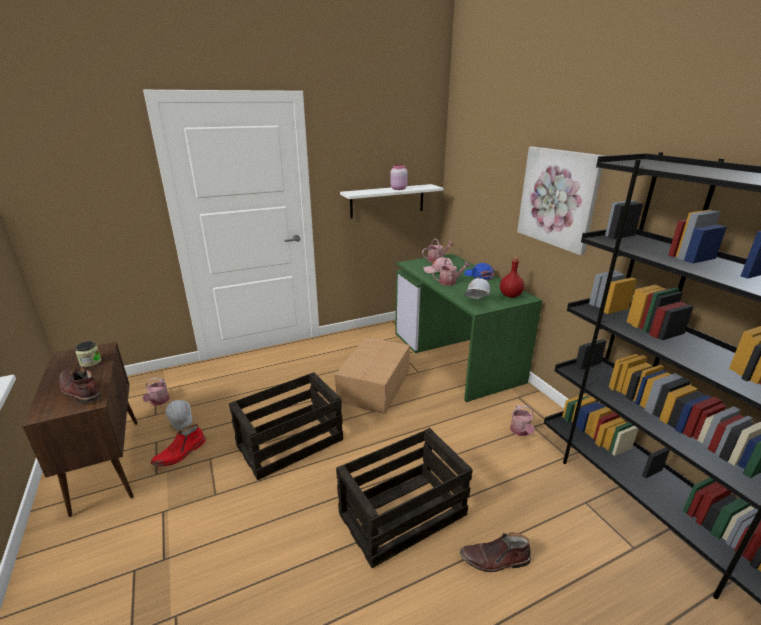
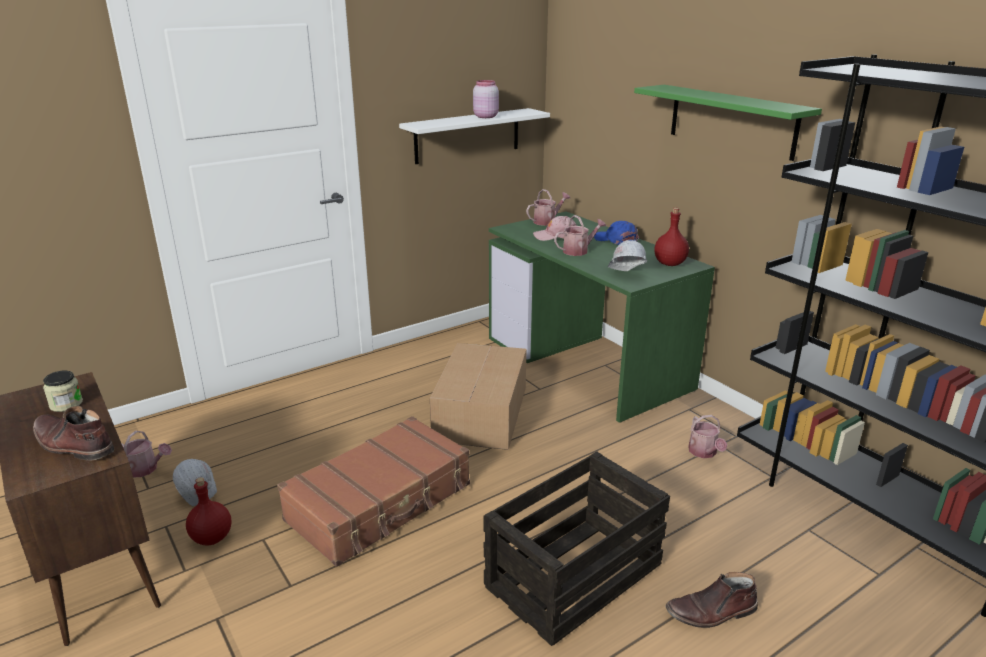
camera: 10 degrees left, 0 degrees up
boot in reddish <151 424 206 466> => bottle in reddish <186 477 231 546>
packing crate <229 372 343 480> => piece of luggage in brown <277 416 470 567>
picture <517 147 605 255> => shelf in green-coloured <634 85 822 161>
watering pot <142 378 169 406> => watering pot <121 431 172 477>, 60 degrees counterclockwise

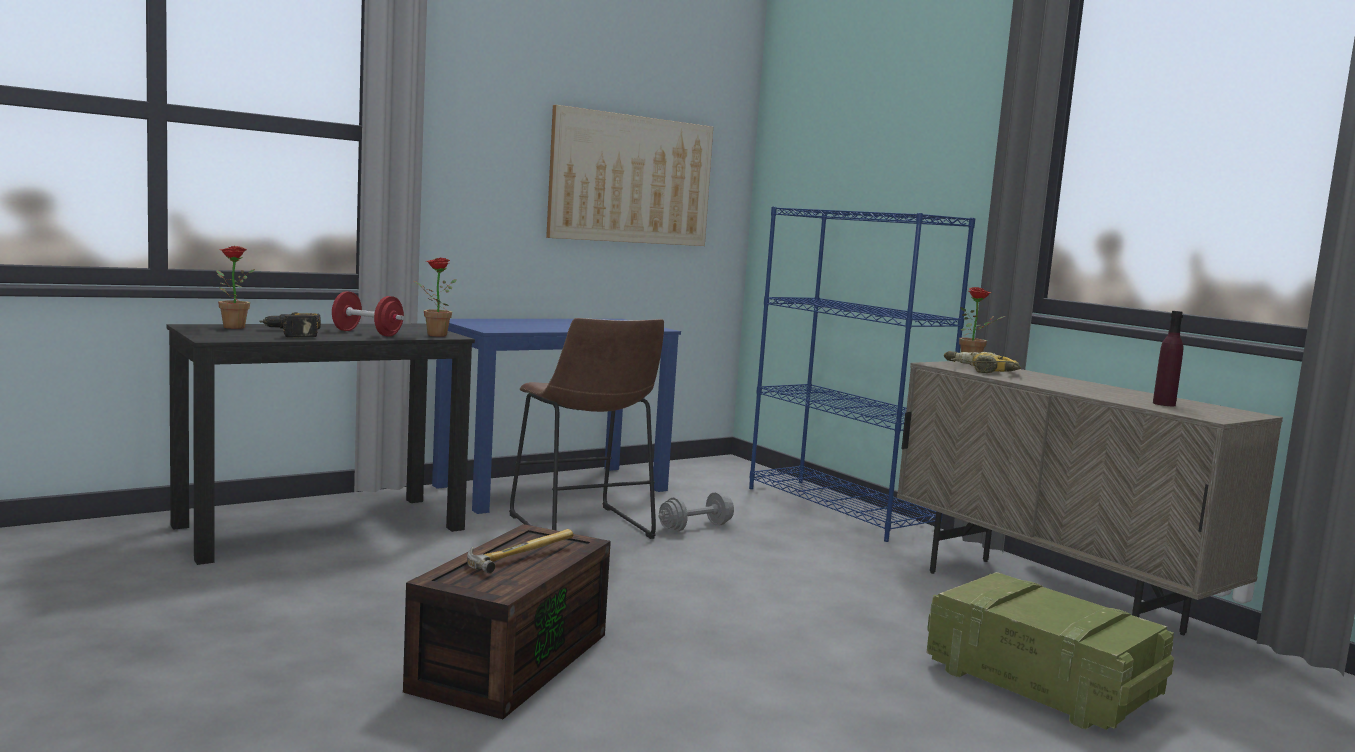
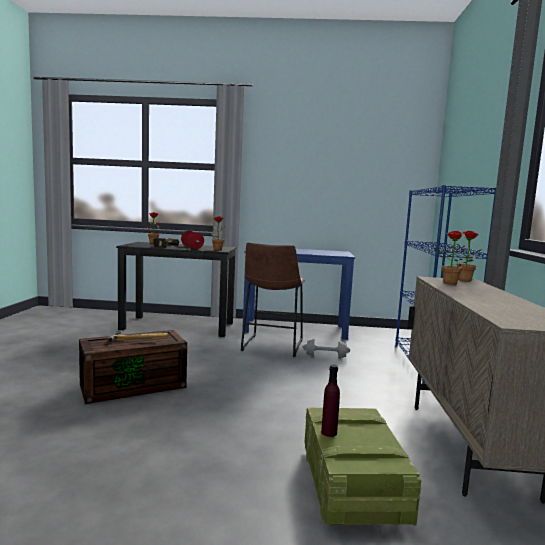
camera: 40 degrees right, 0 degrees up
picture <546 105 713 246> => nothing
bottle in purplish <1153 311 1183 406> => bottle in purplish <321 365 340 437>, move
power drill <944 351 1021 373> => potted plant <434 231 474 285>

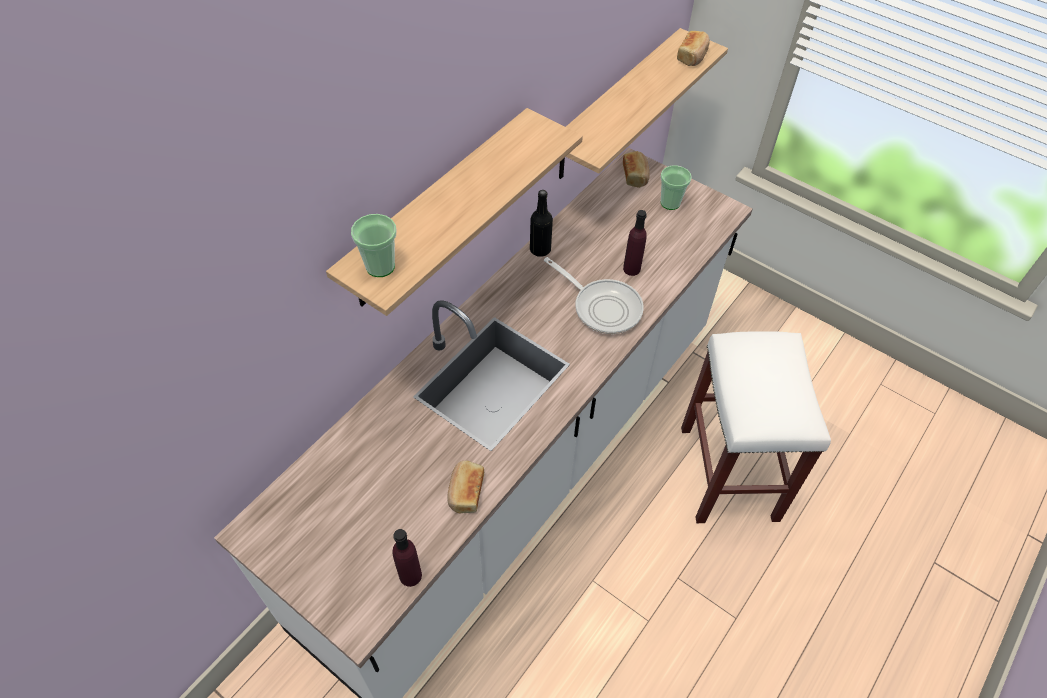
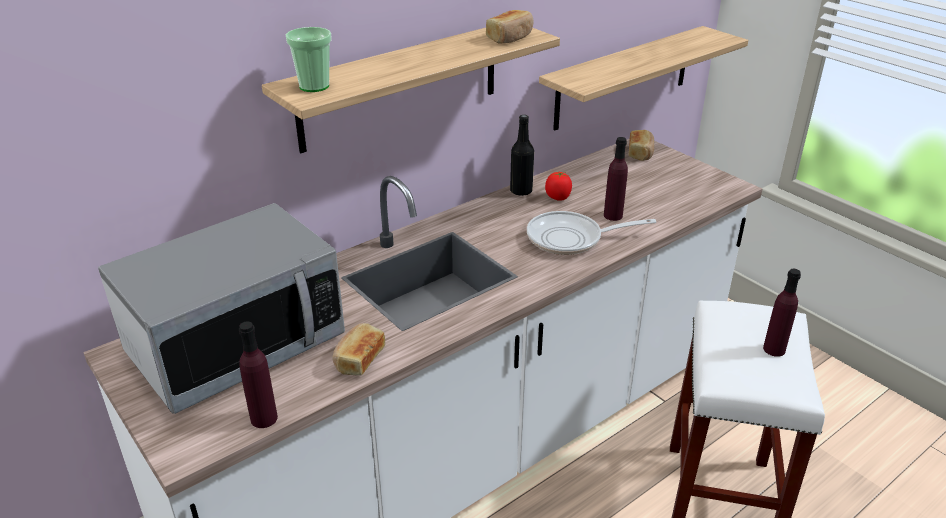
camera: 15 degrees right, 20 degrees down
cup <661 165 692 210> => nothing
nothing => microwave <98 203 345 414>
nothing => tomato <545 172 572 201>
nothing => bottle in purplish <763 269 801 357>
bakery bread <677 31 710 66> => bakery bread <486 10 533 44>, move
frying pan <544 257 644 334> => frying pan <527 211 656 255>, 120 degrees clockwise

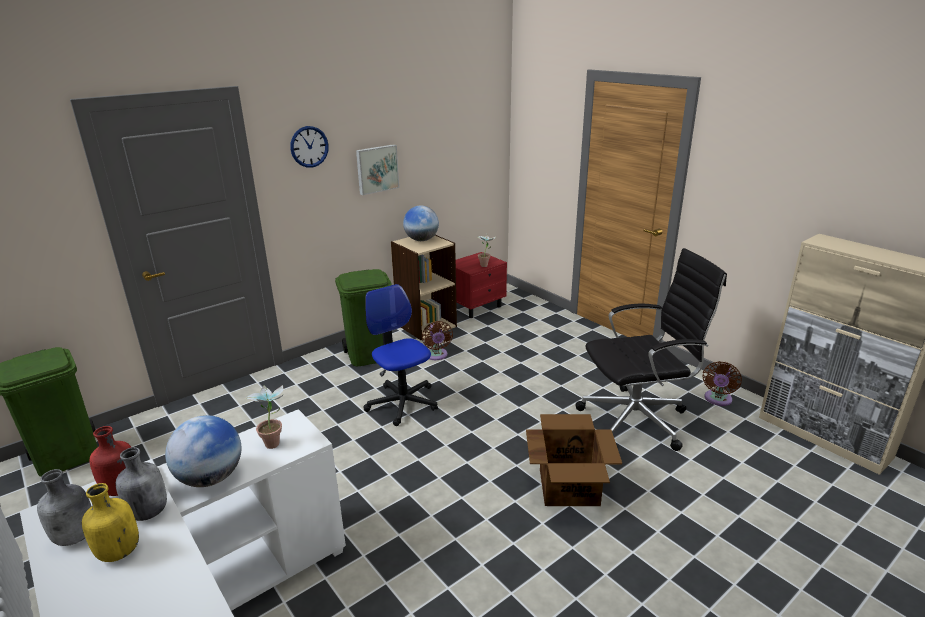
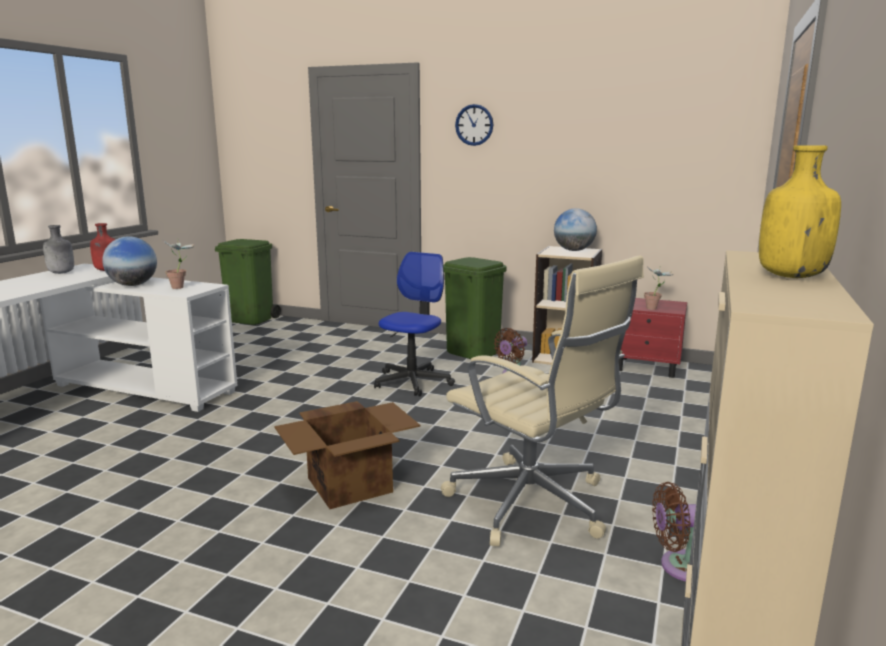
camera: 60 degrees right, 10 degrees down
bottle in grey <115 447 167 521> => nothing
picture <356 144 399 195> => nothing
bottle in yellow-coloured <82 483 139 562> => bottle in yellow-coloured <759 145 841 278>, move
office chair in black-coloured <575 248 727 451> => office chair in beige <441 255 644 547>

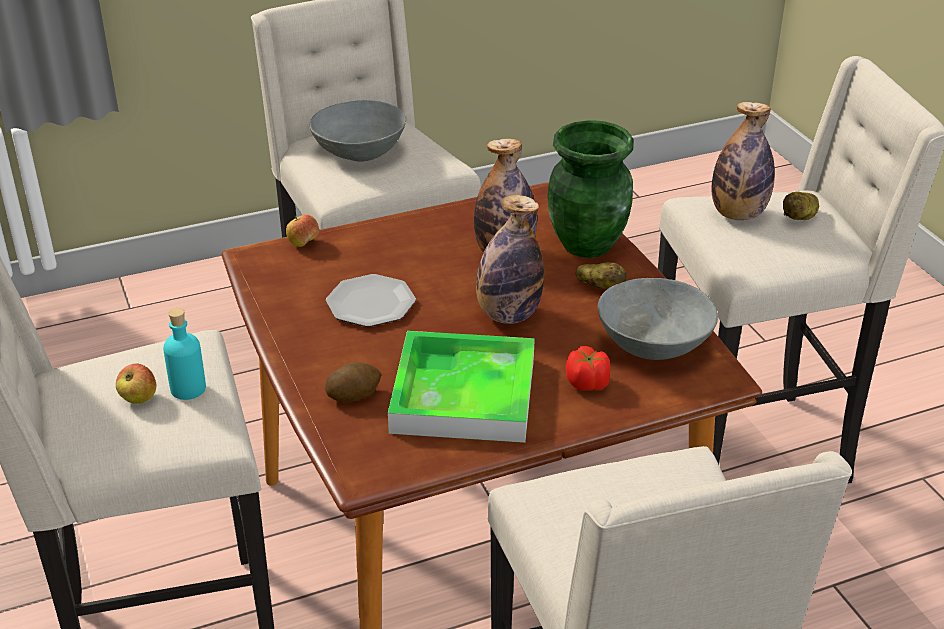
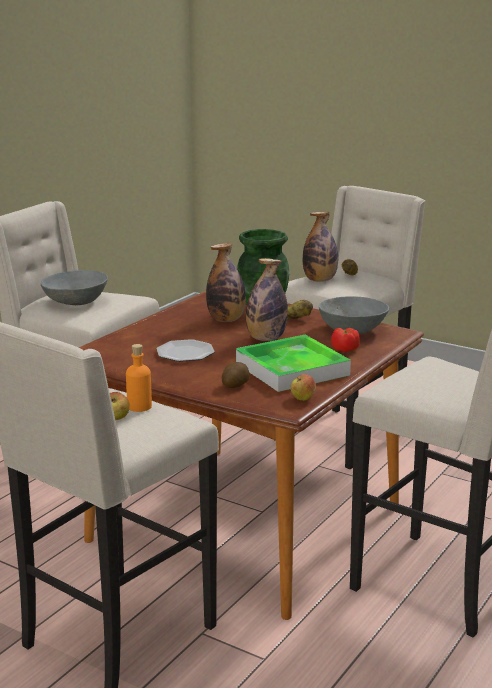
camera: 35 degrees left, 15 degrees down
whole apple <286 214 319 247> => whole apple <291 374 316 401>, move
bottle in blue-green <163 308 206 400> => bottle in orange <126 344 152 412>

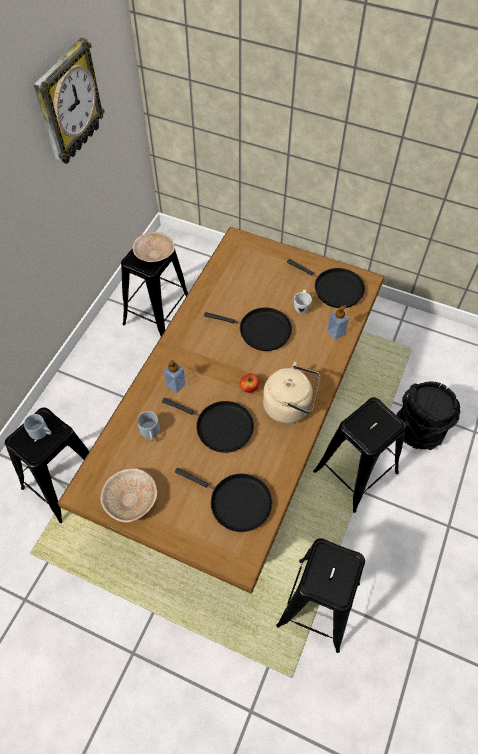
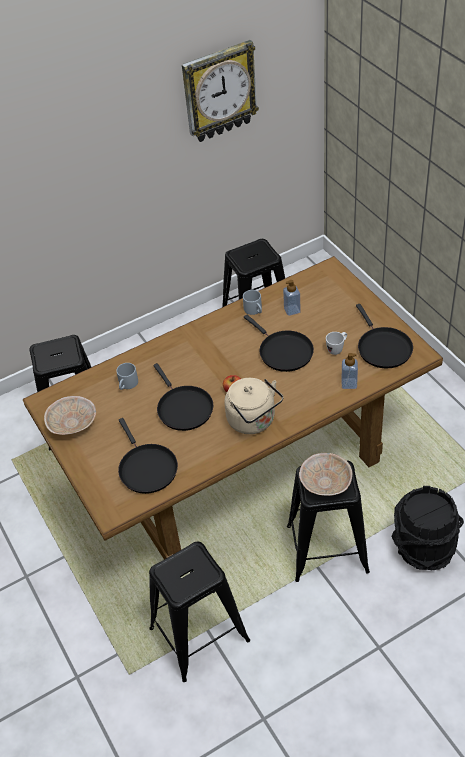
camera: 40 degrees right, 10 degrees down
tea mug in grey <24 414 51 440> => tea mug in grey <243 290 262 315>, move
deep dish in beige <132 232 175 262> => deep dish in beige <299 453 352 496>, move
soap bottle <164 360 186 393> => soap bottle <283 280 301 316>, move

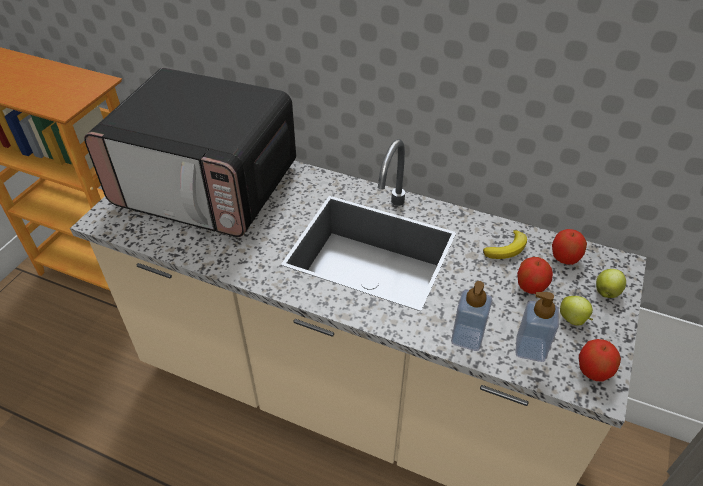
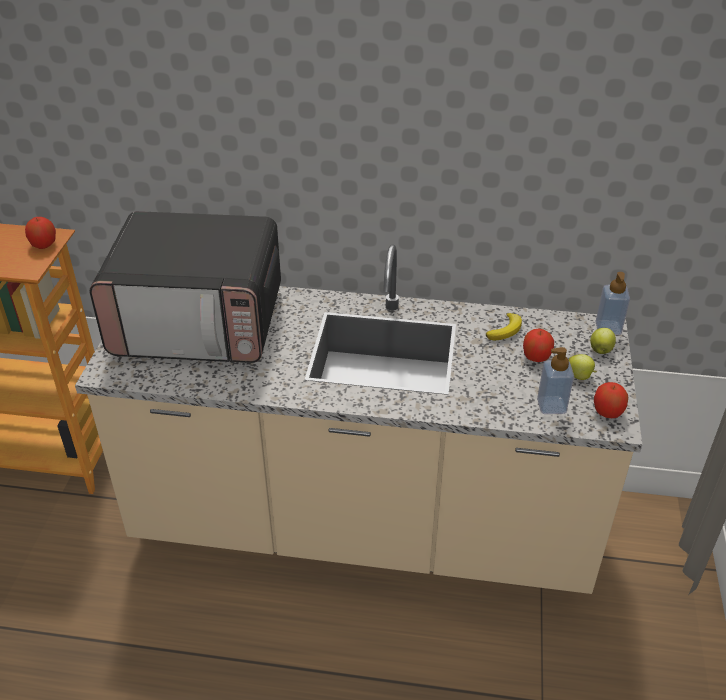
camera: 15 degrees left, 5 degrees down
soap bottle <451 281 492 351> => soap bottle <596 272 630 335>, move
whole apple <552 229 587 265> => whole apple <25 217 56 249>, move

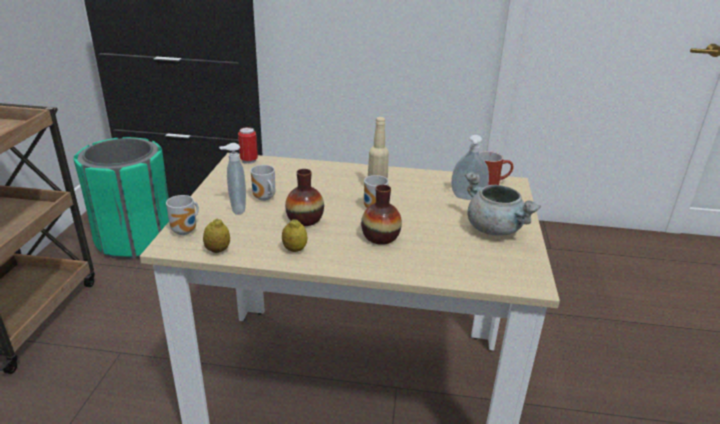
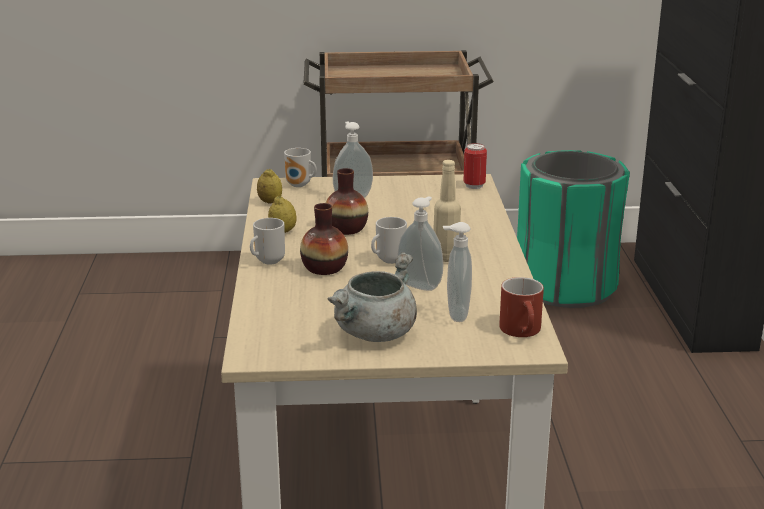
camera: 80 degrees right, 5 degrees down
nothing => soap bottle <397 196 443 291>
tea mug <251 165 275 201> => tea mug <250 218 285 265>, move

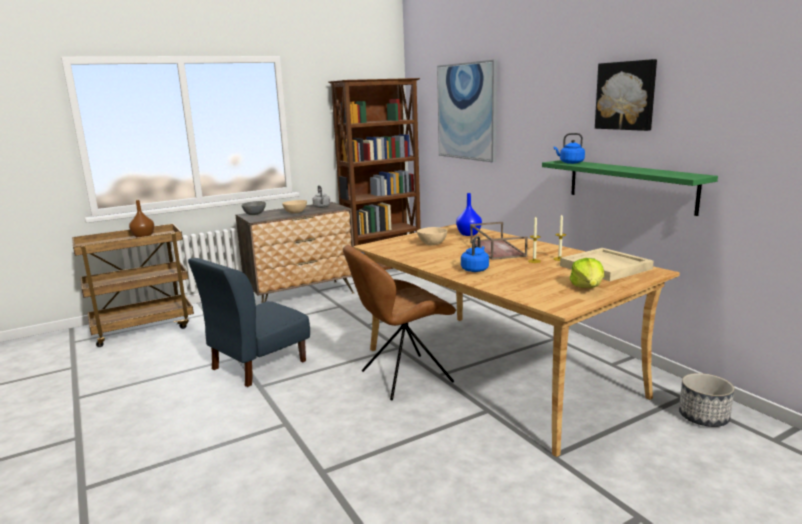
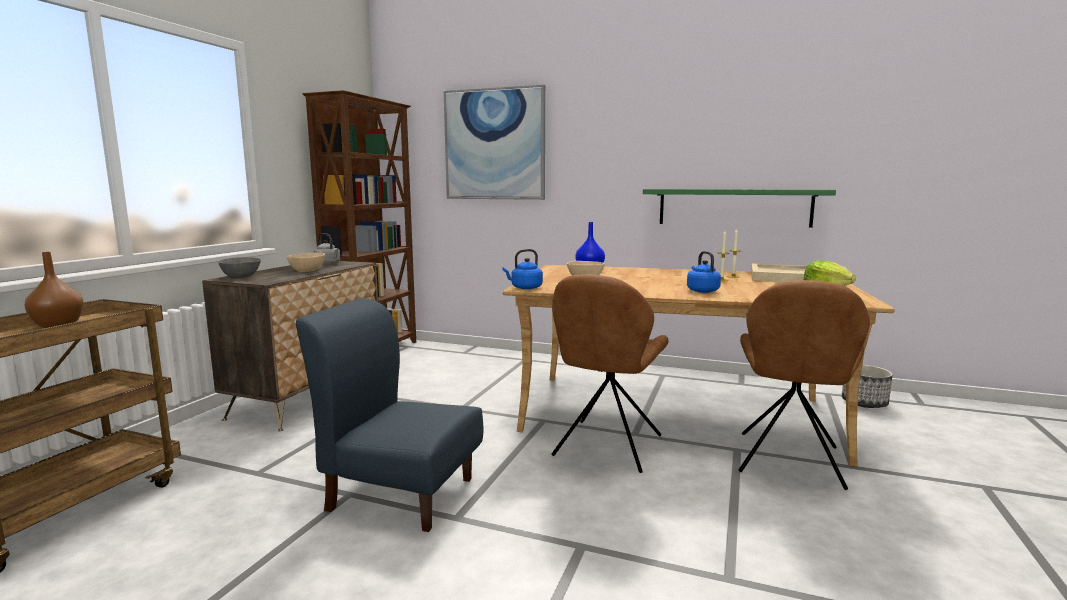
camera: 40 degrees left, 5 degrees down
serving tray in brown <470 222 528 260> => nothing
picture <595 59 657 131> => nothing
nothing => upright chair in brown <738 280 870 490>
water kettle in bluish <554 133 585 164> => water kettle in bluish <502 249 543 289>, move
upright chair in bluish <188 258 310 387> => upright chair in bluish <296 298 483 532>, 105 degrees clockwise

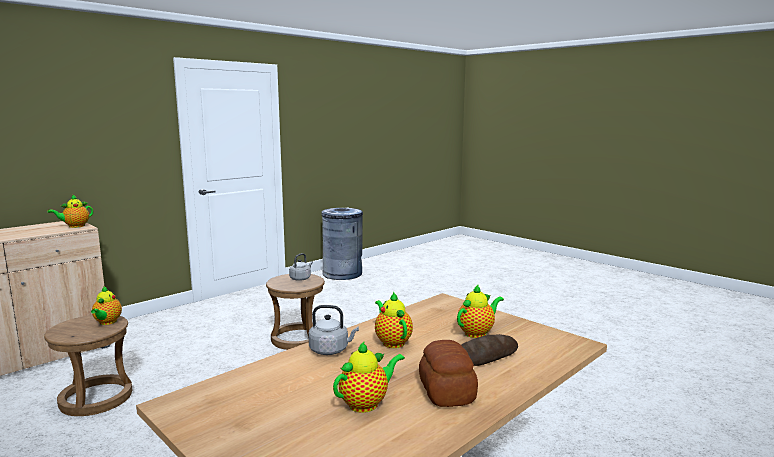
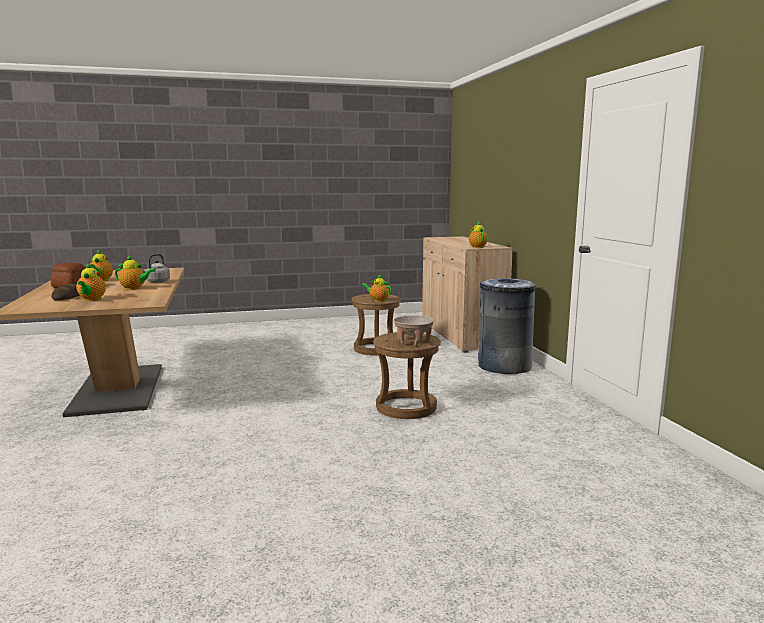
camera: 120 degrees right, 0 degrees up
trash can in grey <321 207 363 280> => trash can in grey <478 278 536 374>, move
water kettle in grey <289 253 313 281> => deep dish in beige <393 315 434 346>

